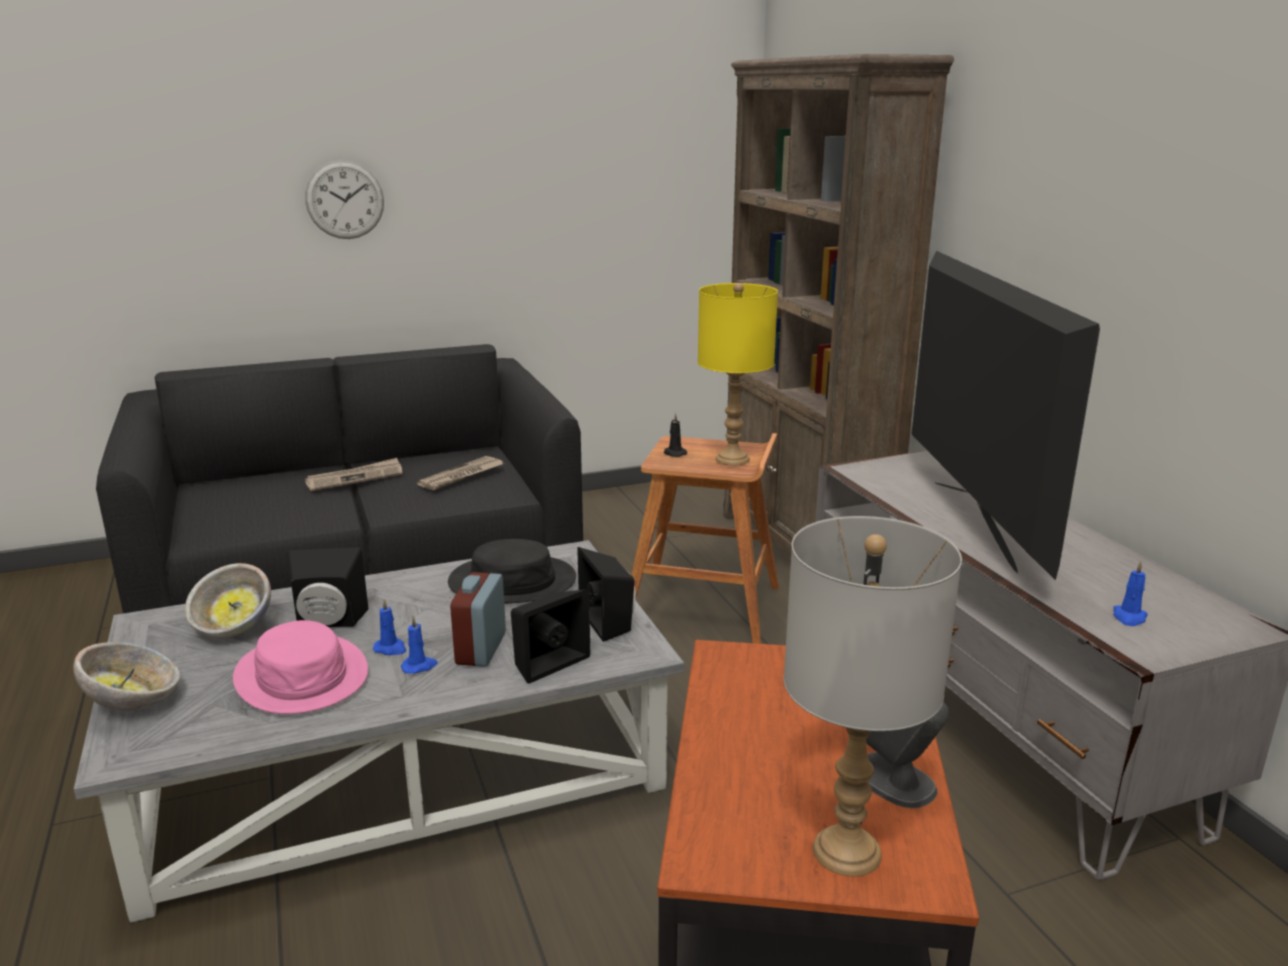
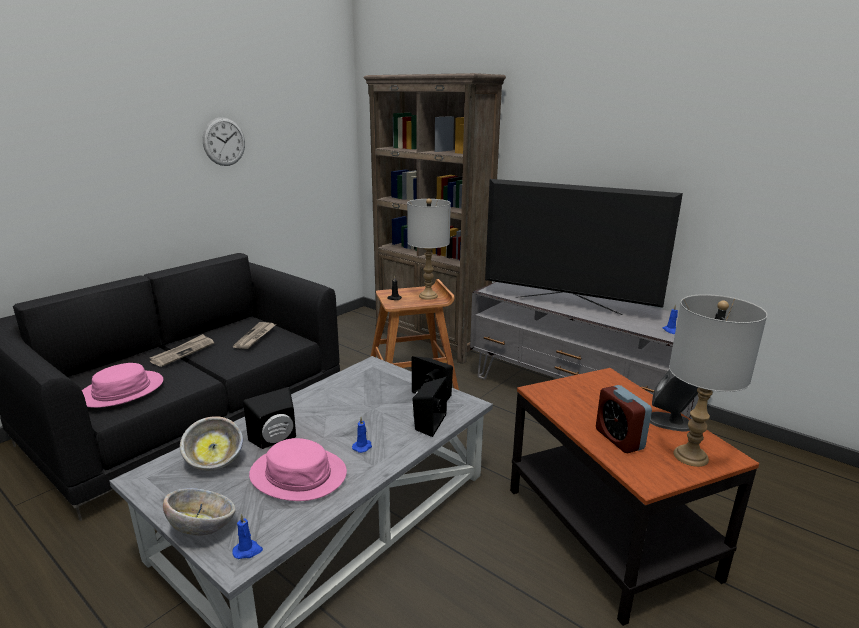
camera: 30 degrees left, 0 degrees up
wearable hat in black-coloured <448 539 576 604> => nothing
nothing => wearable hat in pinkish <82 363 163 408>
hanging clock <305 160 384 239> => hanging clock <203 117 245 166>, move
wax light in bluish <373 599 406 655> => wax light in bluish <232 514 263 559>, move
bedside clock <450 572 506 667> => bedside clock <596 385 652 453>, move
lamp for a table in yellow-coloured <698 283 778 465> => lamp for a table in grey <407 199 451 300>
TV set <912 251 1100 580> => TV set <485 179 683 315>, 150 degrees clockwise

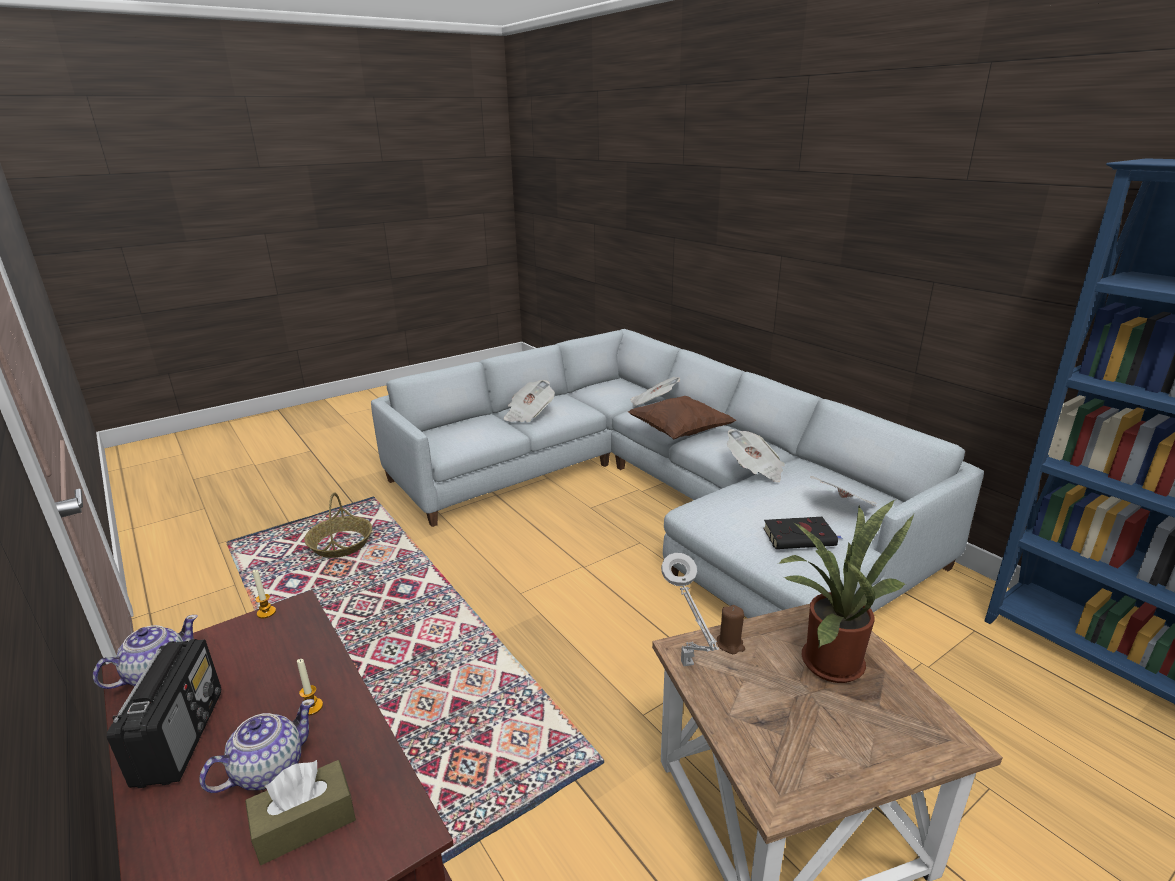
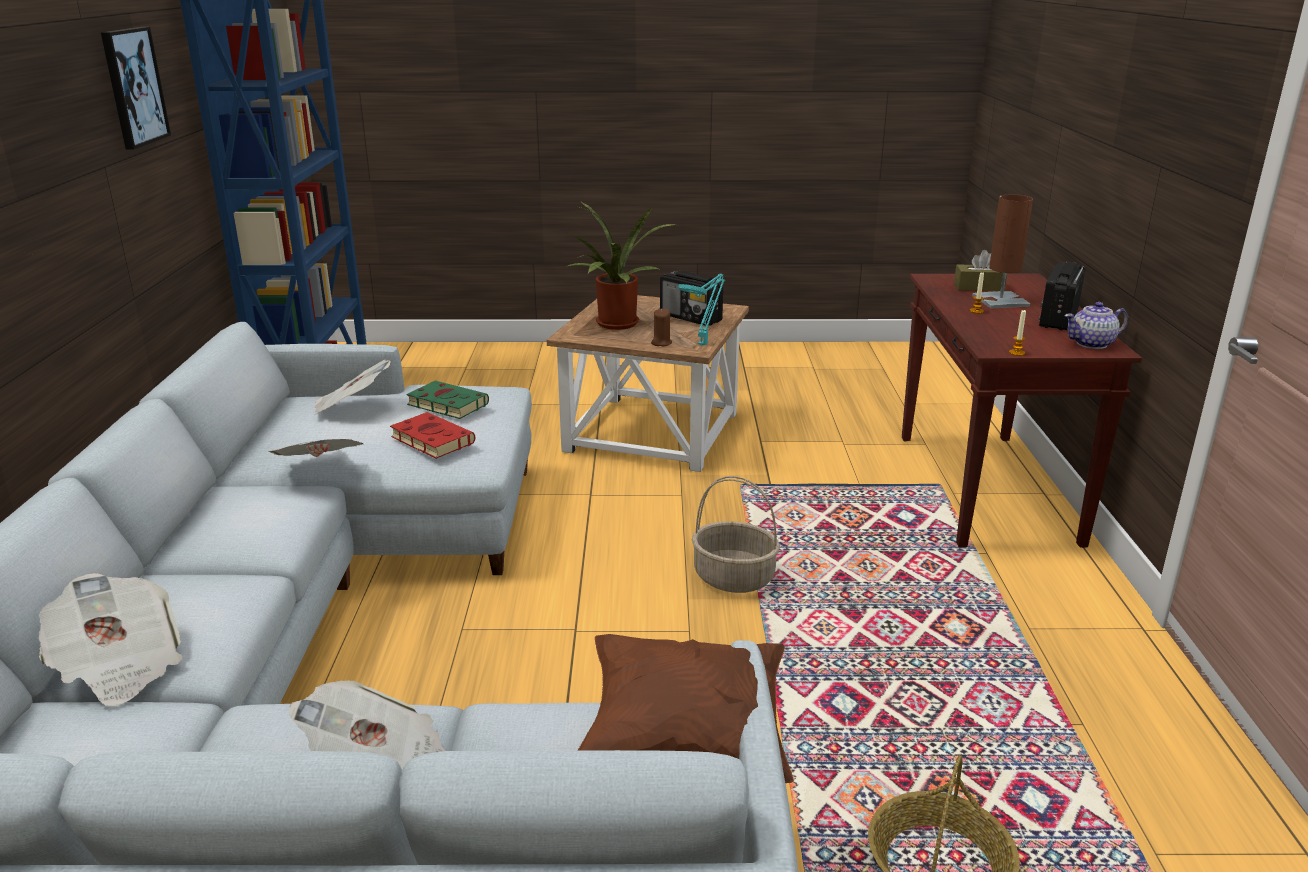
camera: 145 degrees left, 0 degrees up
nothing => picture <101 27 171 149>
nothing => bound book in reddish <390 412 475 459>
nothing => radio receiver <660 271 723 326>
nothing => storage basket <692 476 780 593>
cushion in brown <628 396 736 439> => cushion in brown <578 634 794 783>, move
teapot <199 699 315 793> => lamp for a table in brown <972 194 1033 309>
lamp for a table in grey <661 553 719 666> => lamp for a table in blue-green <678 274 725 345>
bound book in black-coloured <763 517 843 549> => bound book in green-coloured <406 381 489 419>

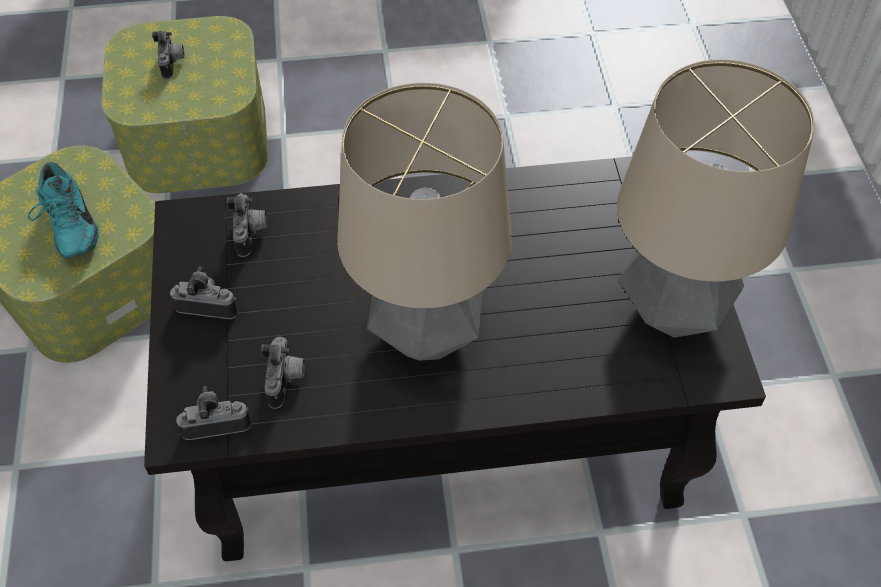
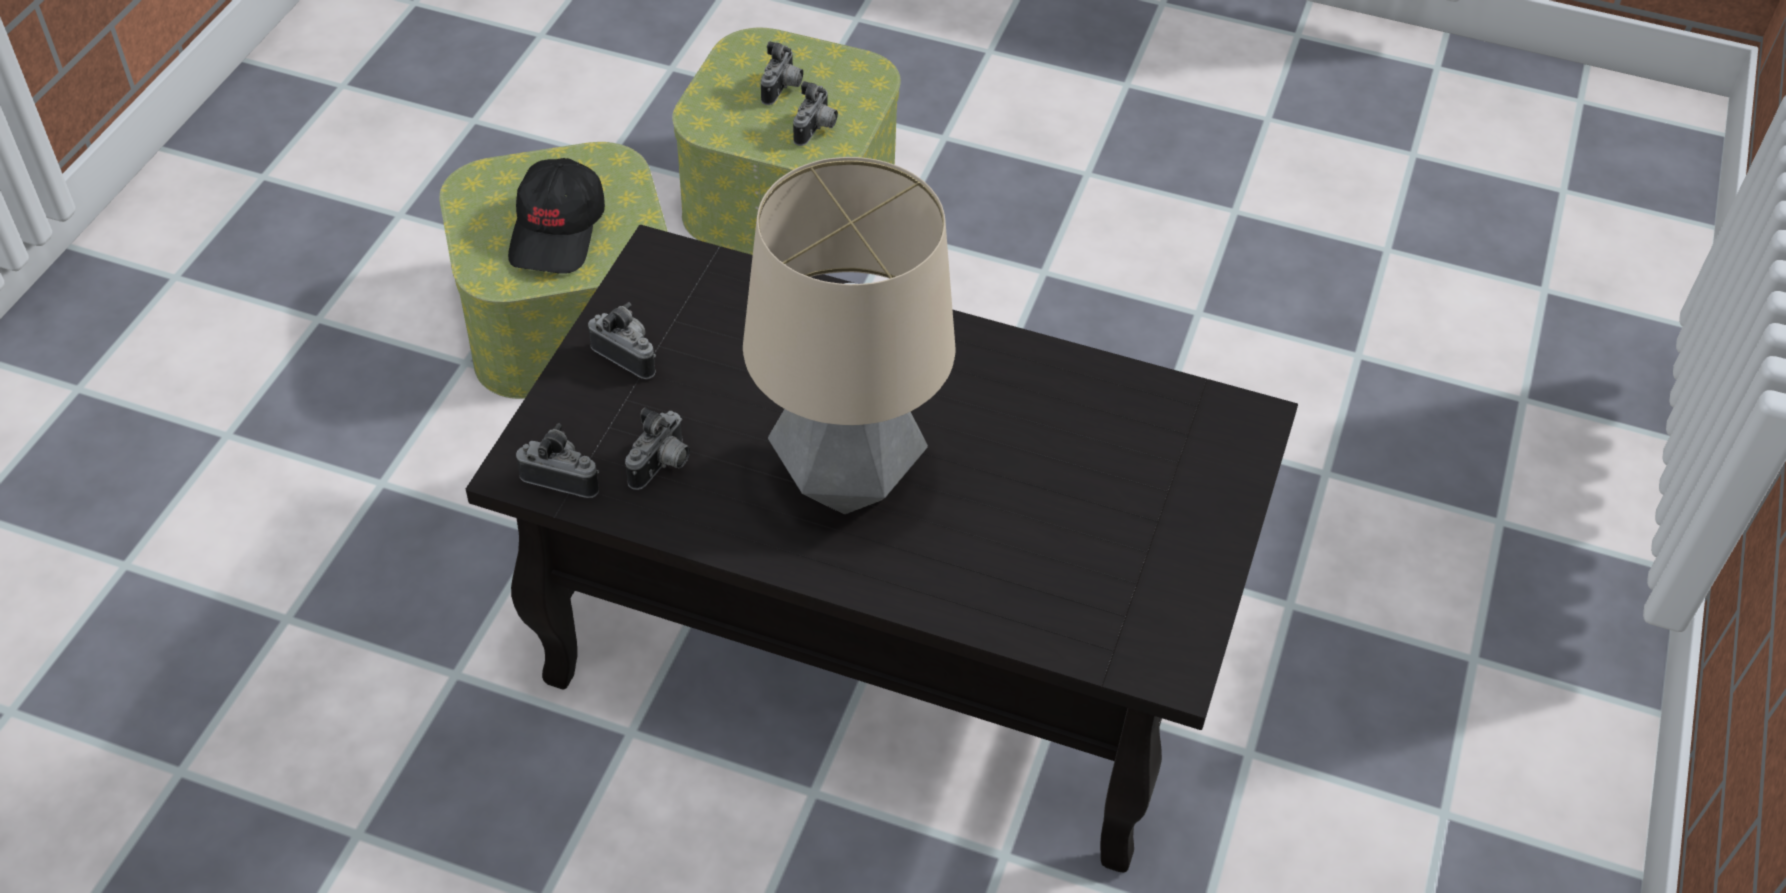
camera: 25 degrees right, 5 degrees down
lamp for a table <617 59 814 338> => nothing
still camera <226 193 267 257> => still camera <793 81 838 146>, move
item of footwear in blue-green <28 162 99 259> => peaked cap in black-coloured <508 158 605 274>

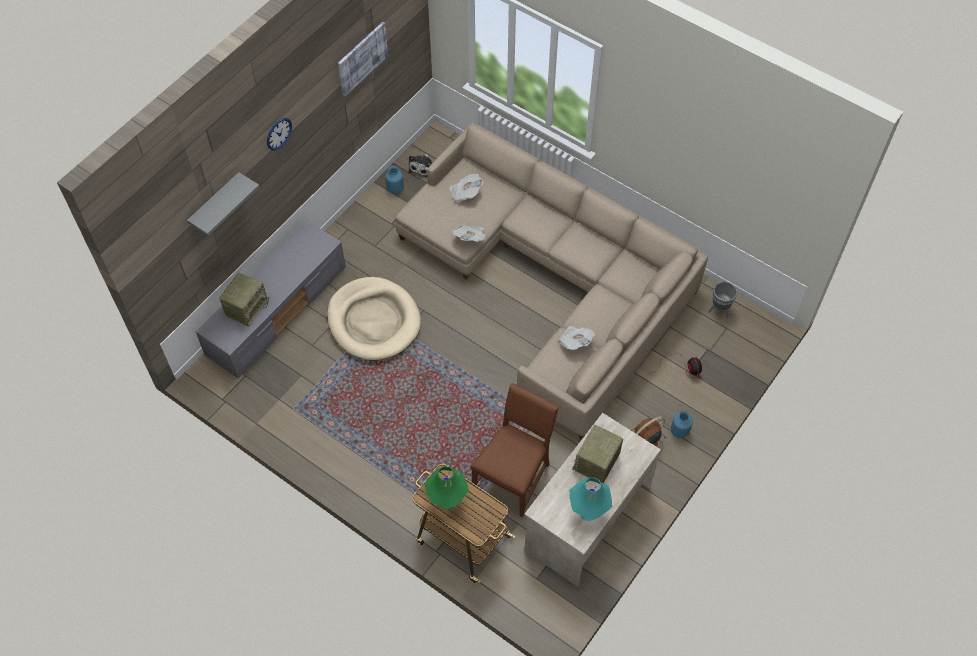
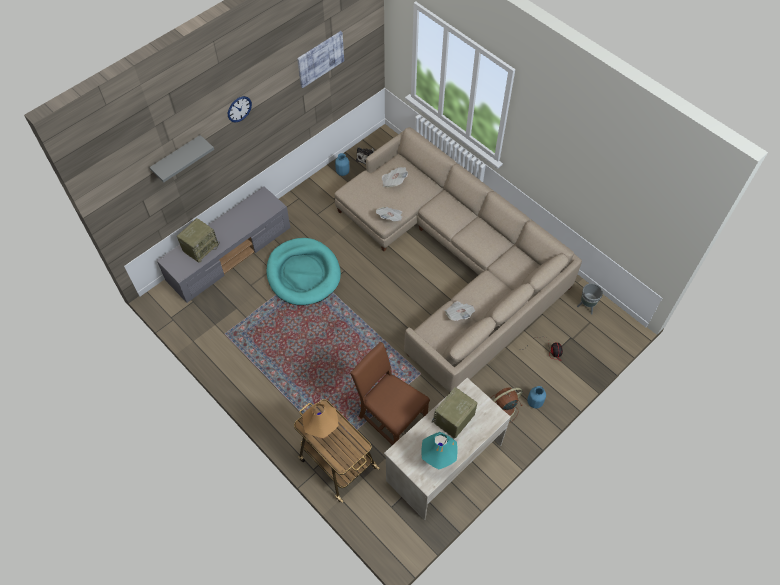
camera: 10 degrees right, 0 degrees up
dog bed in beige <327 277 421 360> => dog bed in blue-green <266 238 341 305>
lamp for a table in green-coloured <424 466 469 510> => lamp for a table in orange <302 403 338 439>
upright chair in brown <471 383 559 517> => upright chair in brown <350 342 430 445>, 90 degrees counterclockwise

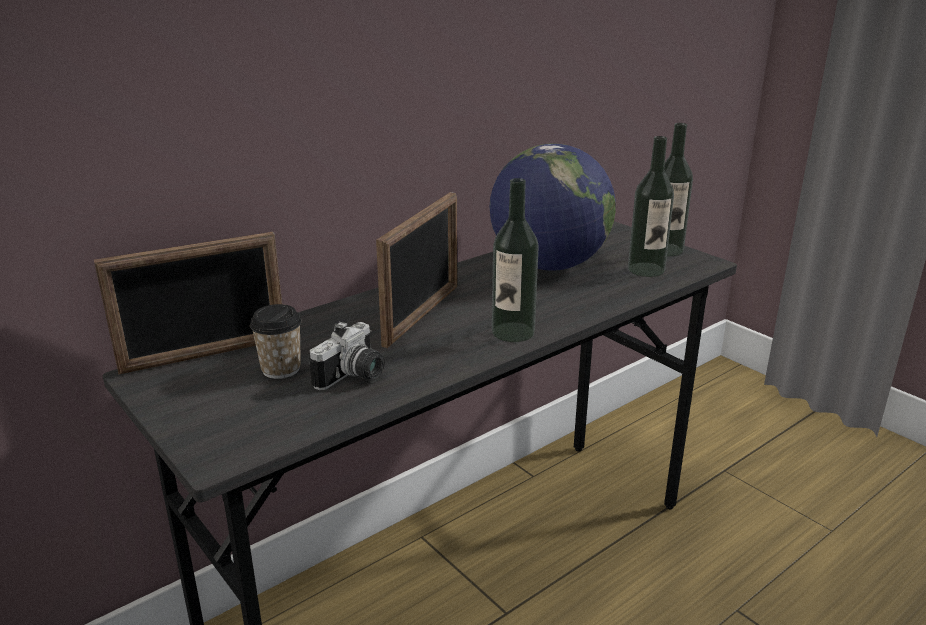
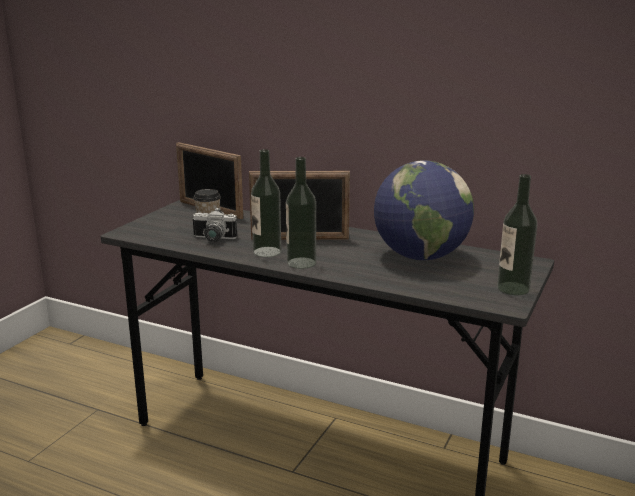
camera: 65 degrees right, 5 degrees down
bottle <628 136 674 277> => bottle <251 149 281 257>, move

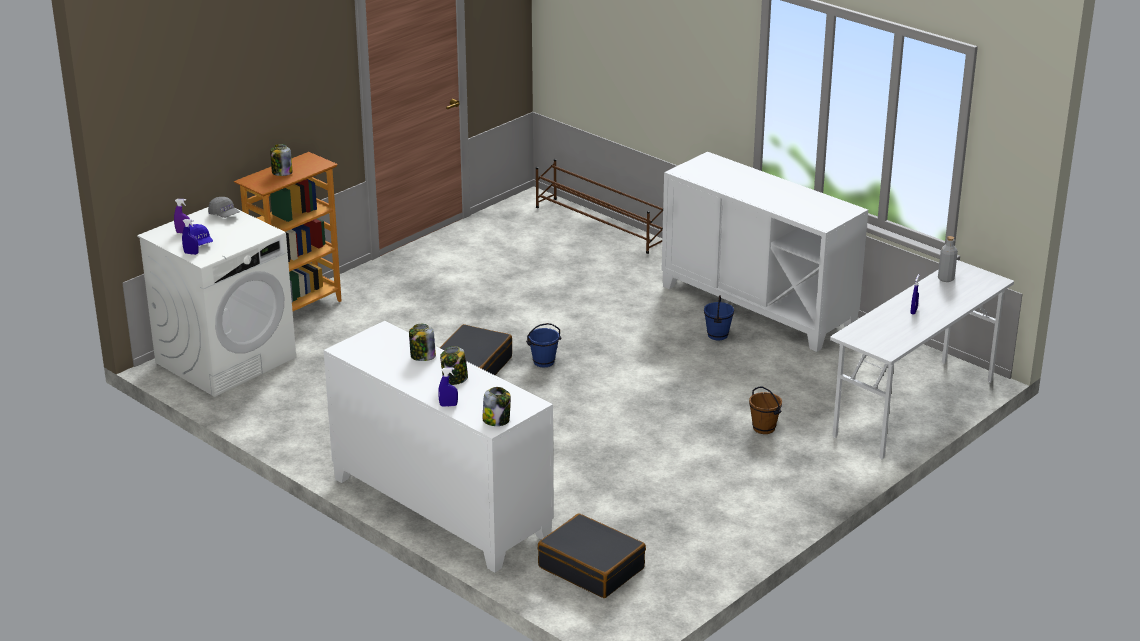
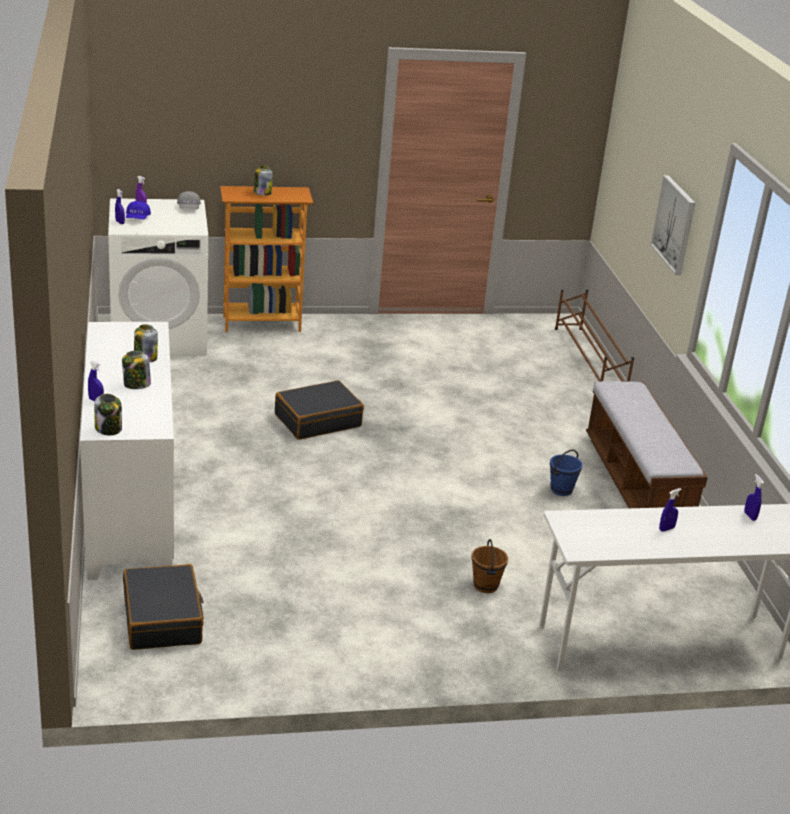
camera: 35 degrees right, 0 degrees up
bucket in bluish <526 323 561 367> => nothing
nothing => picture <650 175 695 275>
cabinet in whitish <661 152 868 352> => bench <586 381 708 508>
bottle in grey <938 236 958 282> => spray bottle in bluish <744 474 764 521>

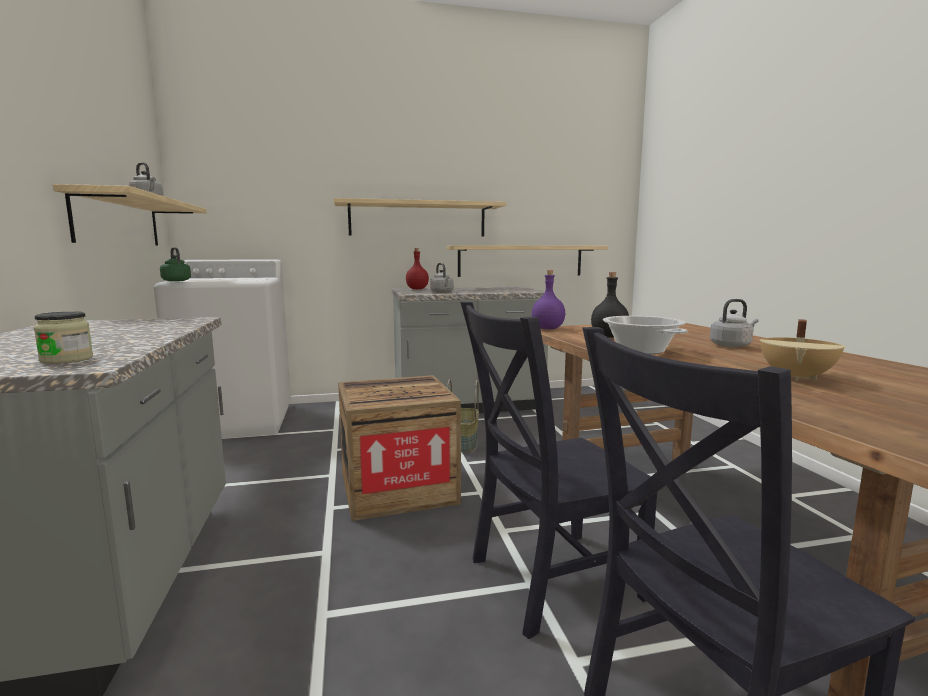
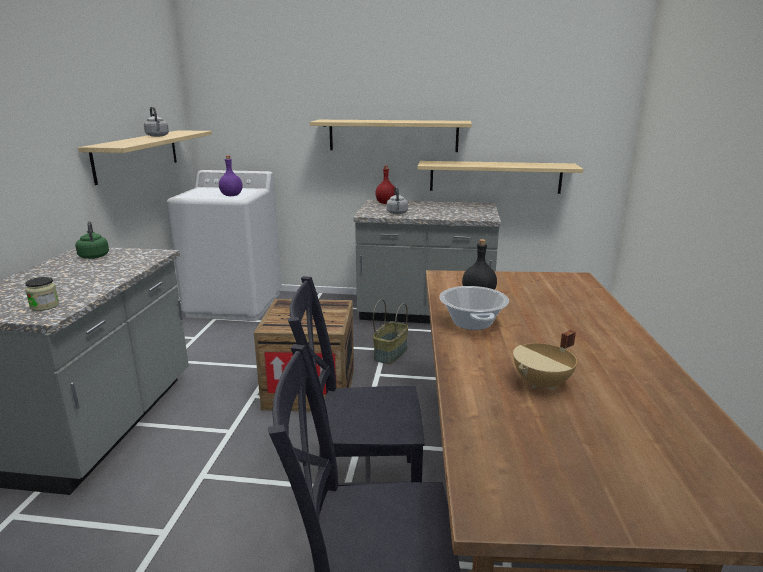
camera: 20 degrees right, 10 degrees up
water kettle in grey <710 299 758 348> => nothing
water kettle in green-coloured <160 247 191 282> => water kettle in green-coloured <75 221 109 259>, move
bottle in purplish <532 270 565 329> => bottle in purplish <219 156 243 196>, move

